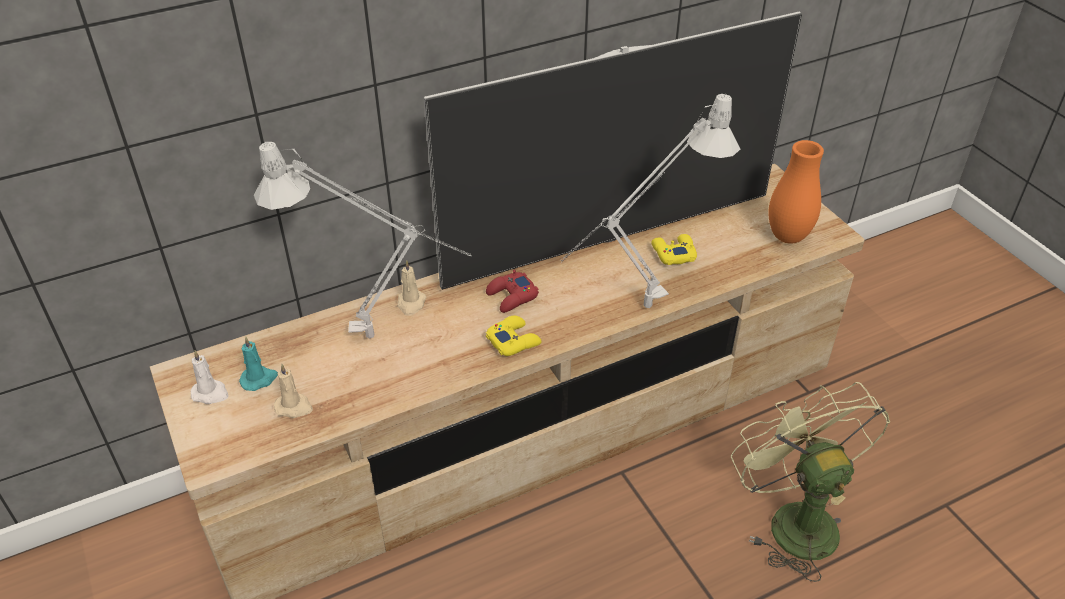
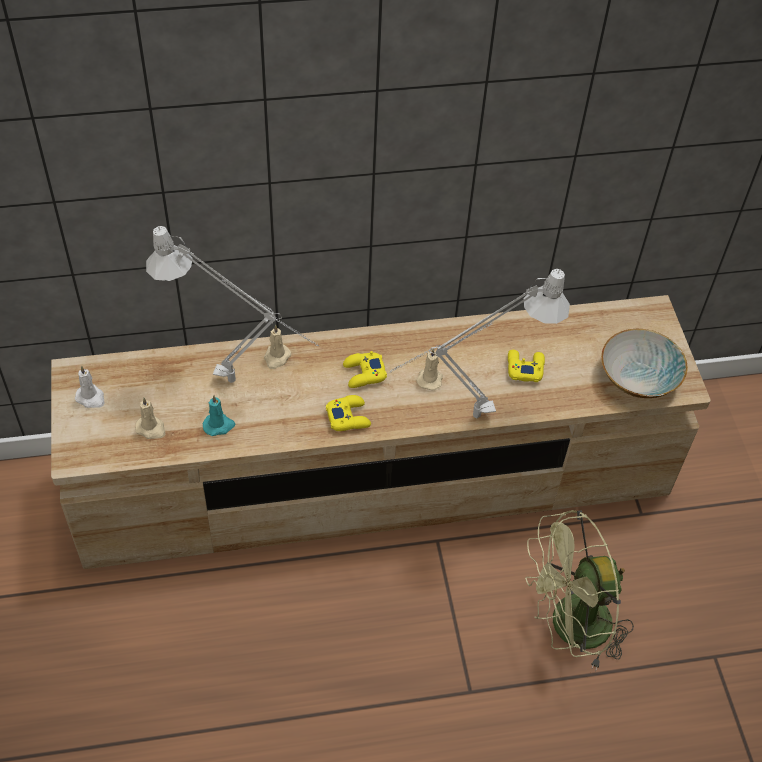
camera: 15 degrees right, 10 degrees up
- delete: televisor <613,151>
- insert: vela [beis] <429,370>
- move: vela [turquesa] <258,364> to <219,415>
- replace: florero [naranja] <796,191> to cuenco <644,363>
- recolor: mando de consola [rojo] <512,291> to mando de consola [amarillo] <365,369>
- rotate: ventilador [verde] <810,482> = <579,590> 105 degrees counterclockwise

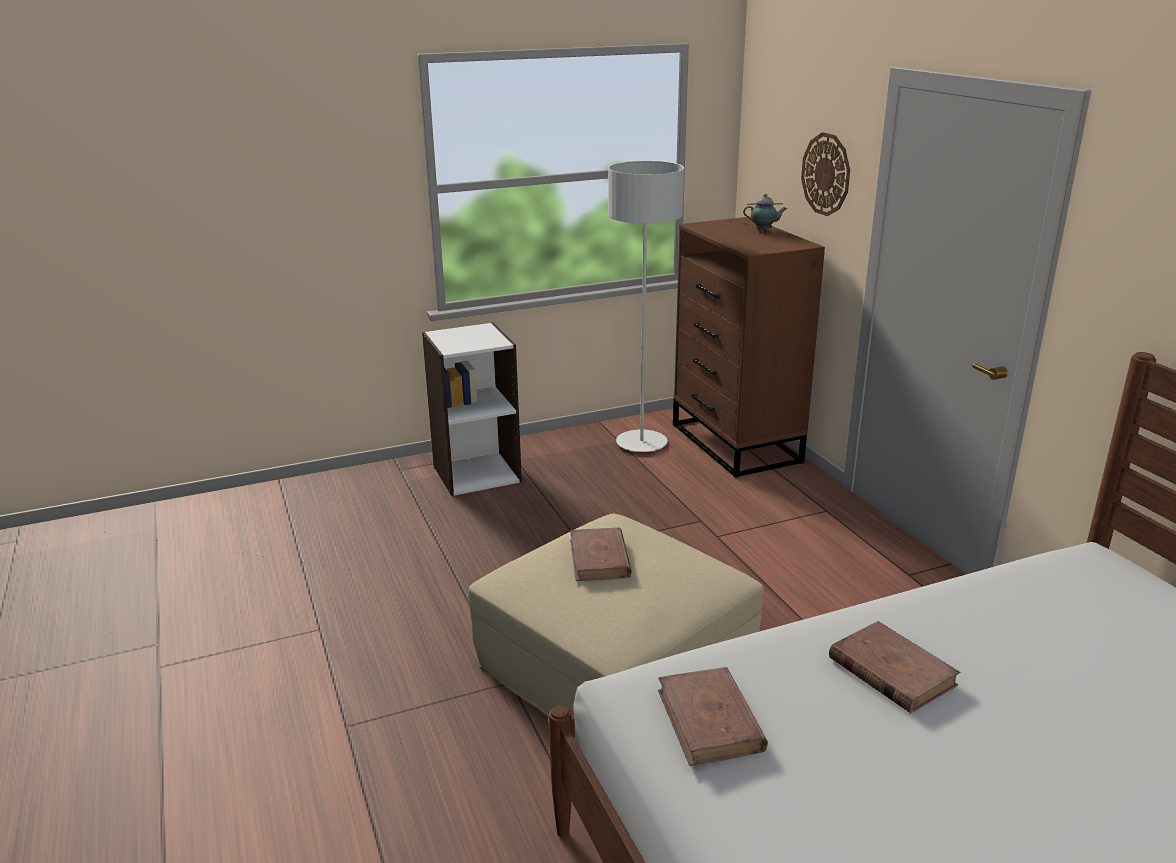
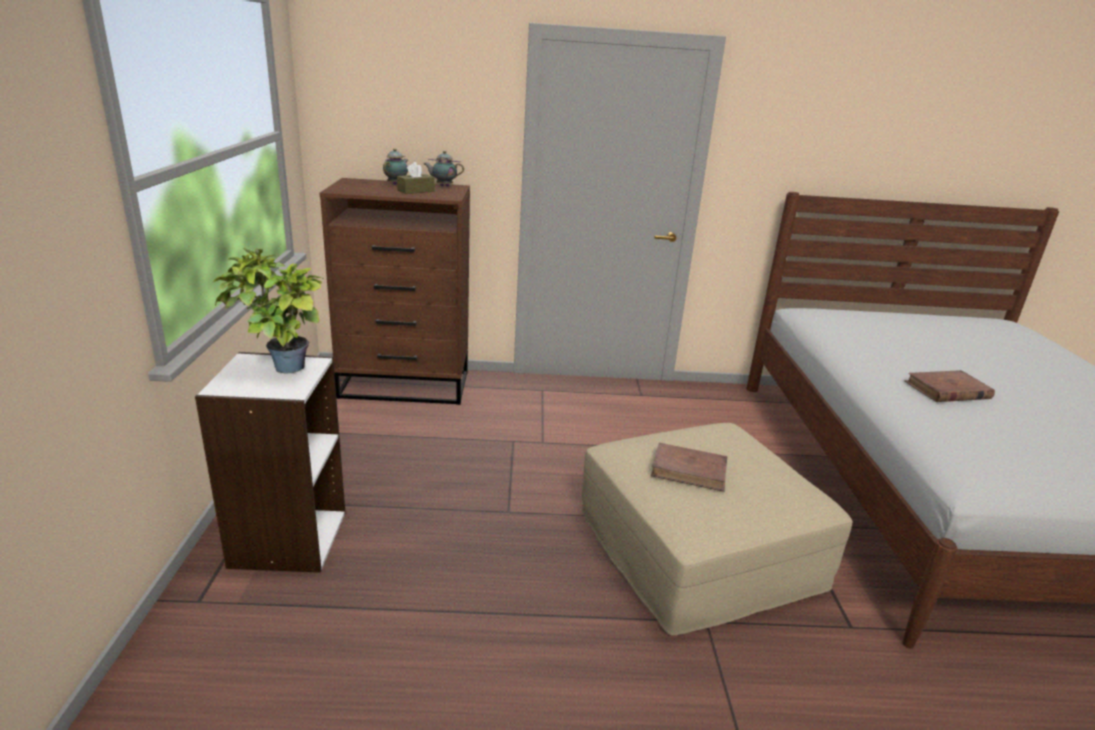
camera: 70 degrees left, 0 degrees up
- delete: lámpara de pie [gris] <646,306>
- delete: libro [marrón] <713,716>
- delete: reloj de pared <825,174>
- insert: planta en maceta <268,311>
- insert: caja de pañuelos [marrón] <416,178>
- insert: tetera <444,169>

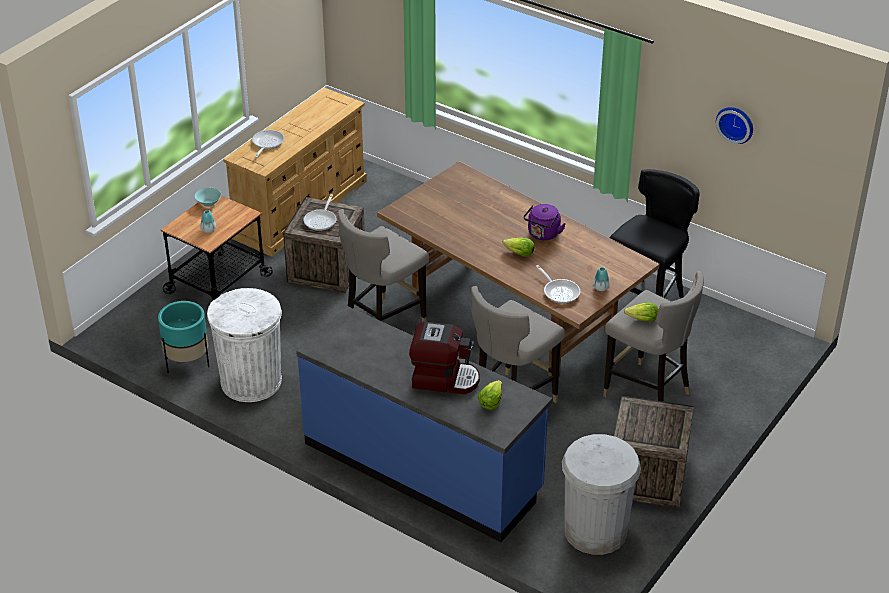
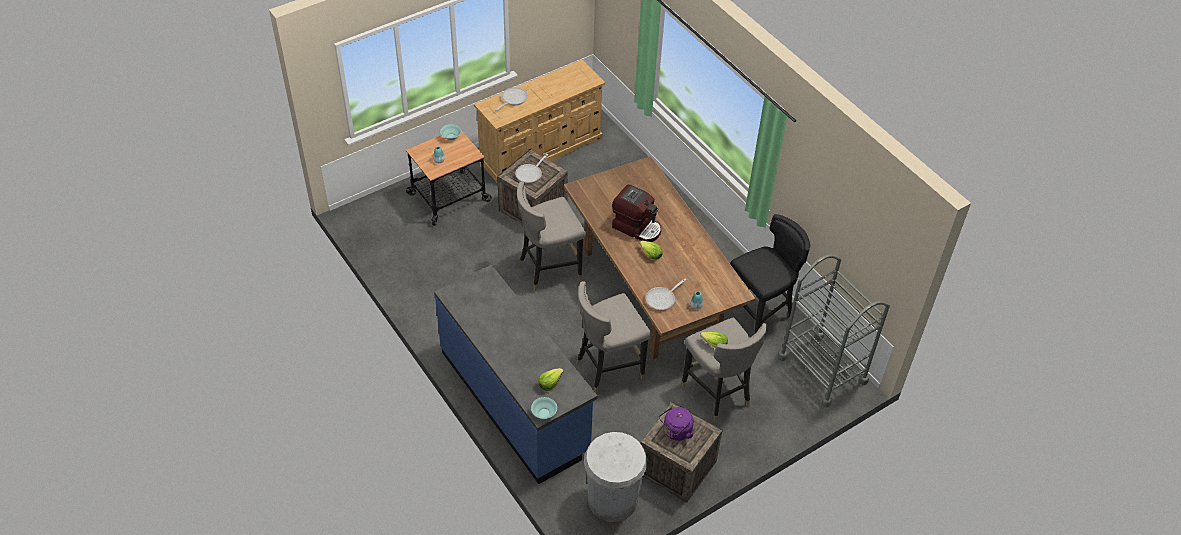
camera: 20 degrees right, 10 degrees up
- delete: maceta [turquesa] <183,337>
- delete: papelera [blanco] <244,345>
- delete: reloj de pared <734,125>
- insert: cuenco [turquesa] <544,408>
- insert: carrito [gris] <833,331>
- move: cafetera <444,358> to <636,213>
- move: hervidor [morado] <544,222> to <676,424>
- rotate: sartén <558,284> = <666,294> 60 degrees clockwise

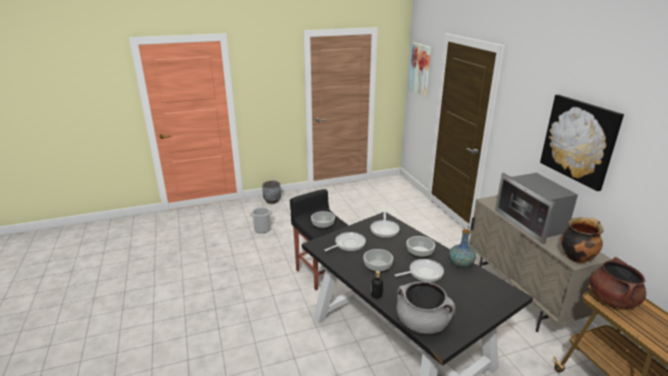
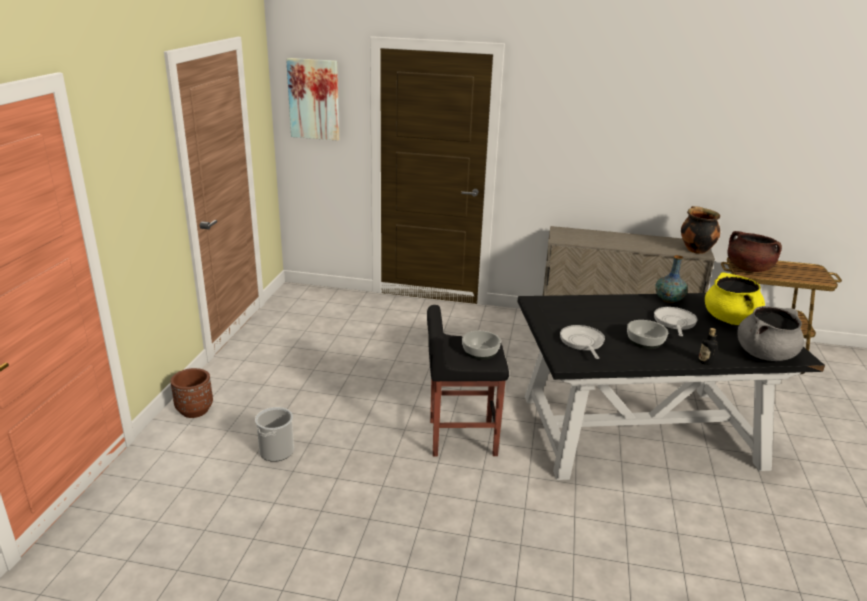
camera: 60 degrees left, 0 degrees up
- delete: sartén <385,225>
- delete: cuenco <421,247>
- delete: microondas <536,208>
- delete: cuadro <582,142>
- insert: olla [amarillo] <735,298>
- recolor: maceta [gris] <271,192> to maceta [marrón] <192,393>

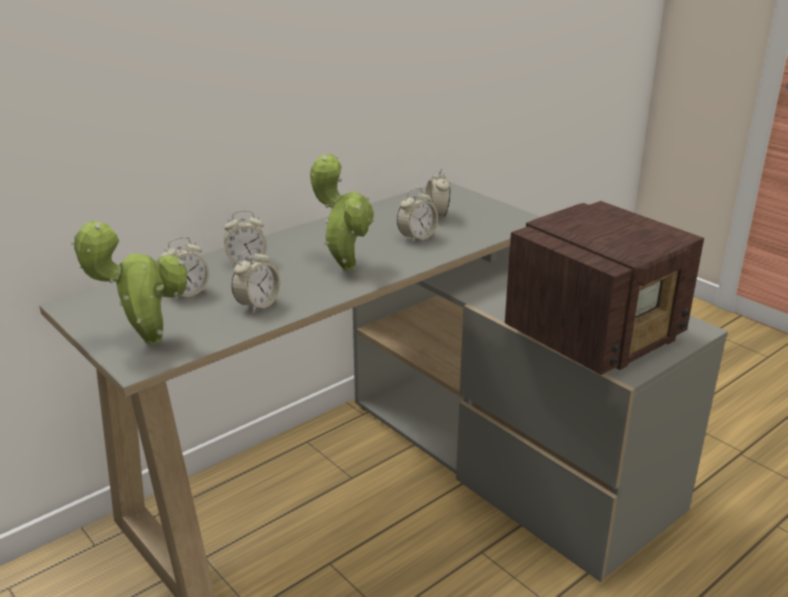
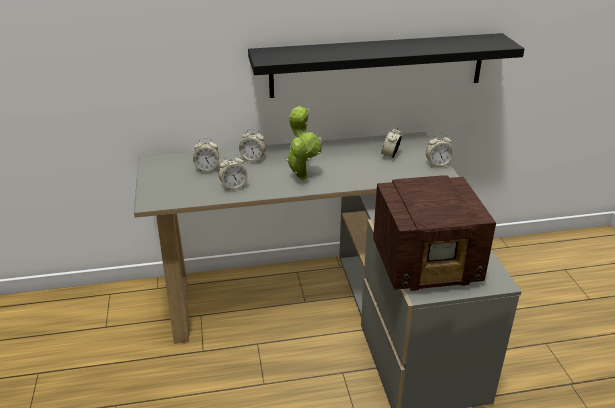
camera: 30 degrees right, 5 degrees up
- delete: planta en maceta <129,283>
- insert: estante [negro] <386,65>
- move: despertador <417,215> to <440,150>

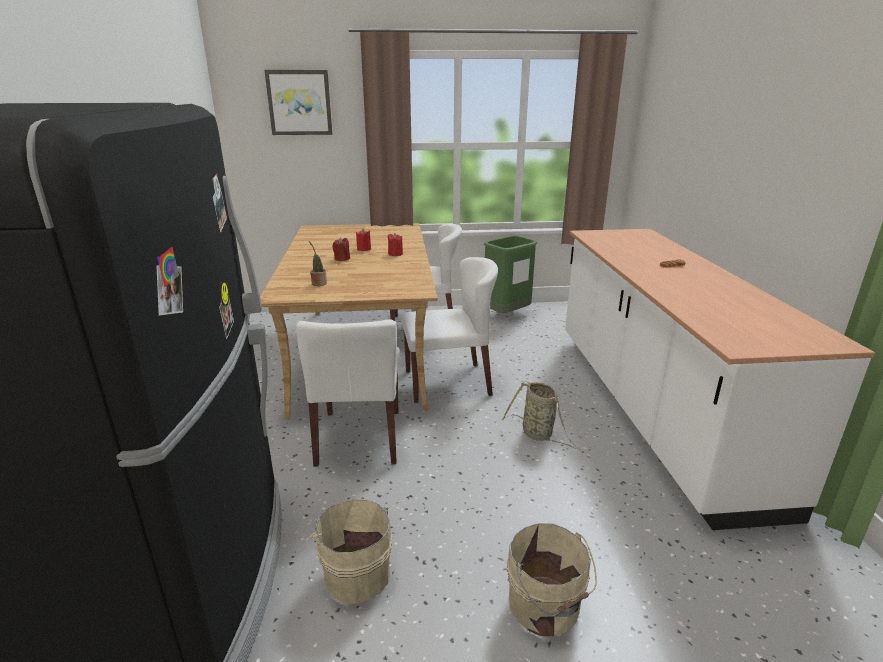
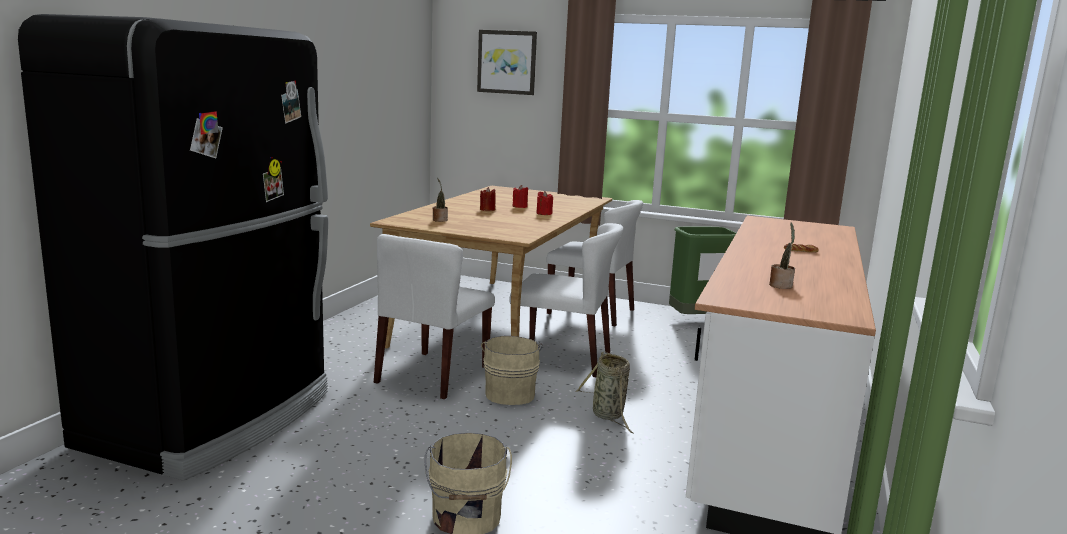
camera: 25 degrees right, 10 degrees down
- insert: planta en maceta <782,256>
- move: cubo [beis] <351,551> to <512,370>

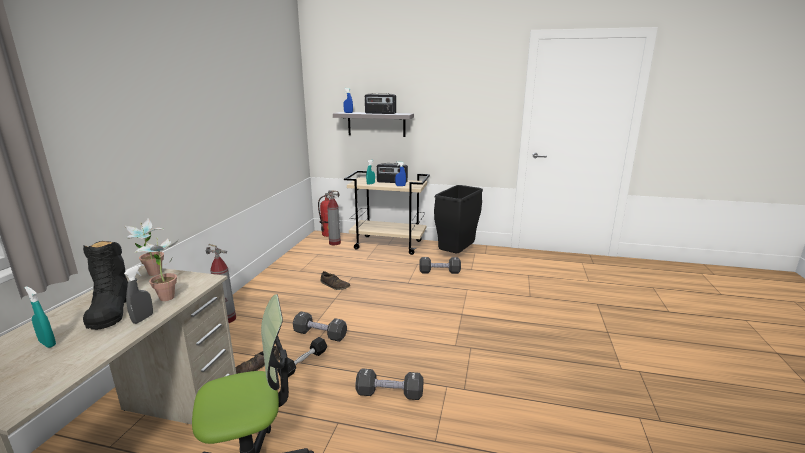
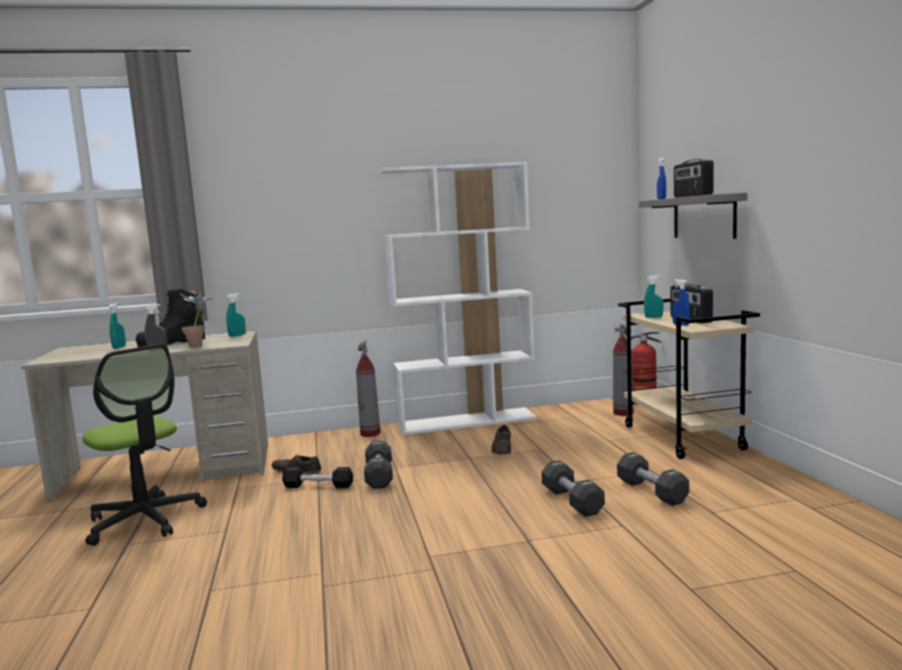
camera: 65 degrees right, 10 degrees down
- delete: papelera [negro] <458,219>
- insert: estantería [blanco] <458,298>
- move: mancuerna [negro] <389,384> to <573,488>
- replace: planta en maceta <144,247> to pulverizador [turquesa] <236,315>

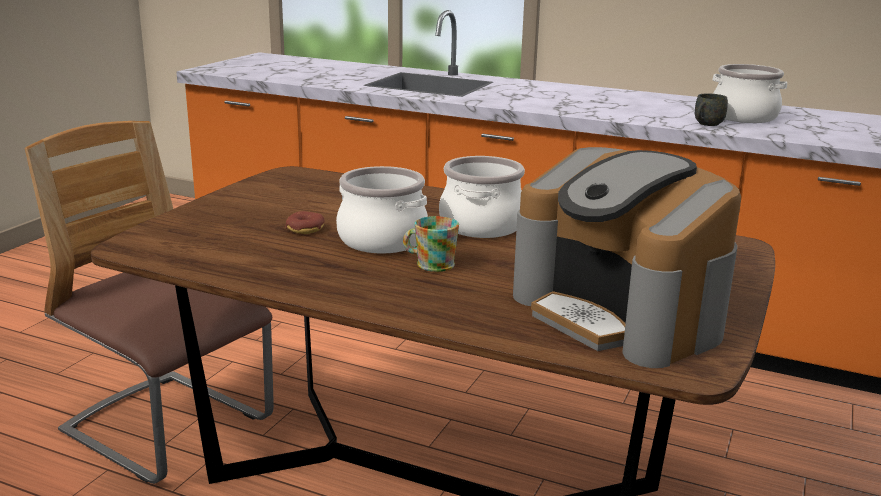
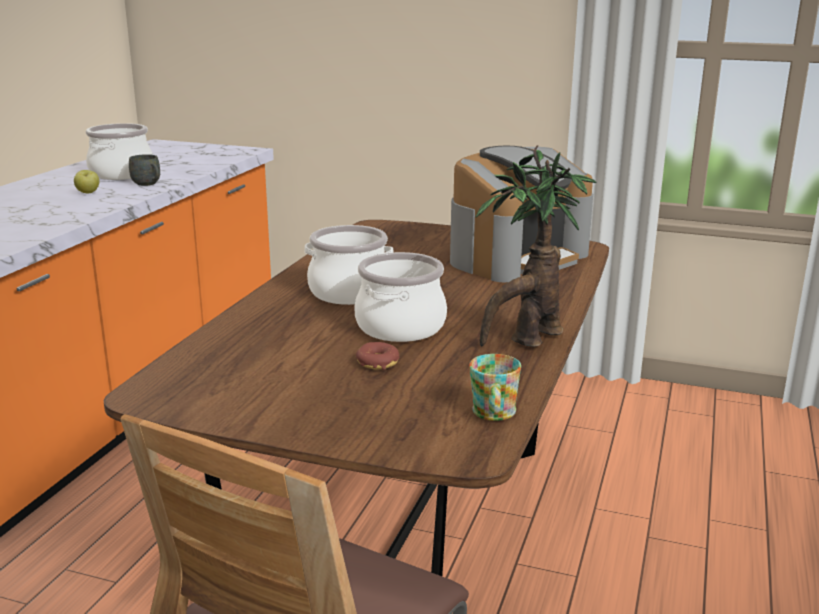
camera: 95 degrees left, 0 degrees up
- insert: manzana <86,181>
- insert: planta en maceta <536,246>
- move: taza grande <431,244> to <495,387>

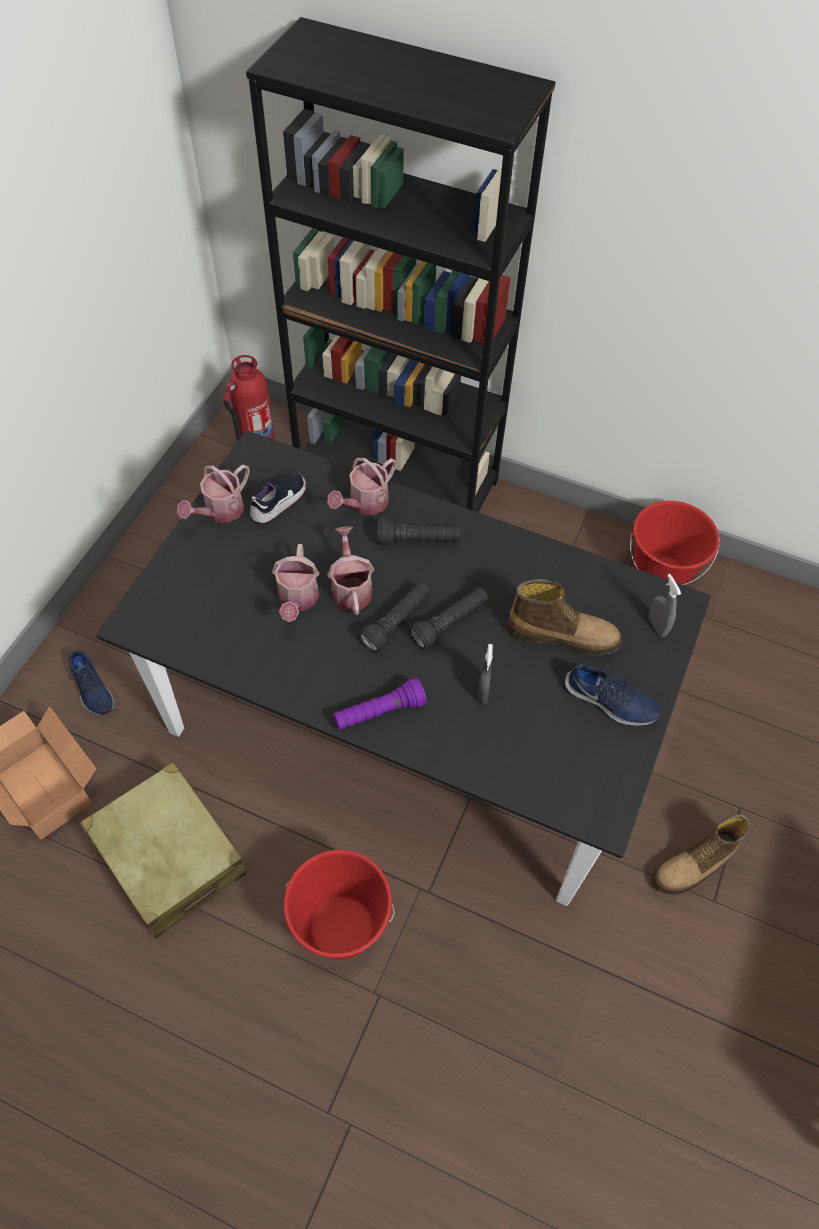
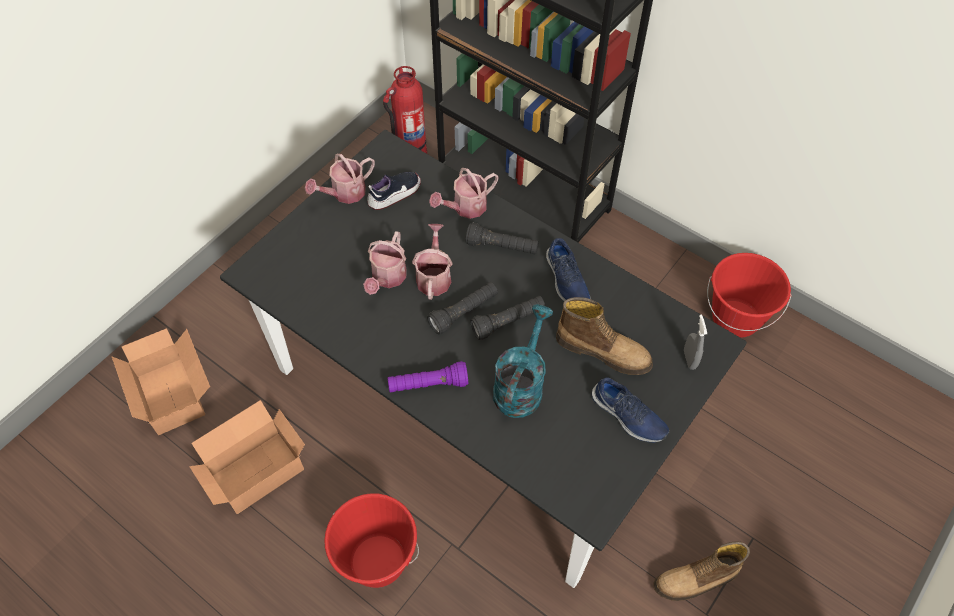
camera: 15 degrees right, 0 degrees up
- move: zapato [azul] <91,683> to <568,270>
- replace: maleta [beis] <163,850> to caja de cartón <247,457>
- replace: pulverizador [gris] <485,674> to regadera [turquesa] <523,361>

